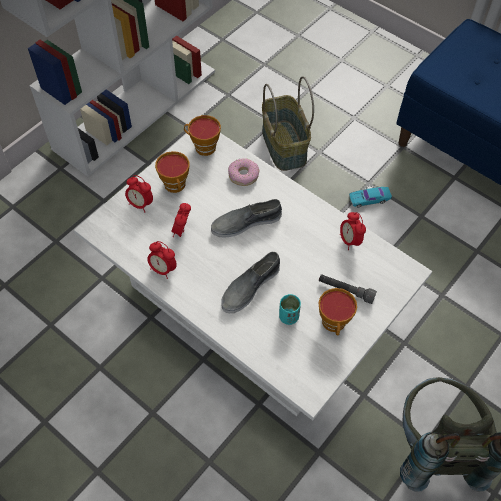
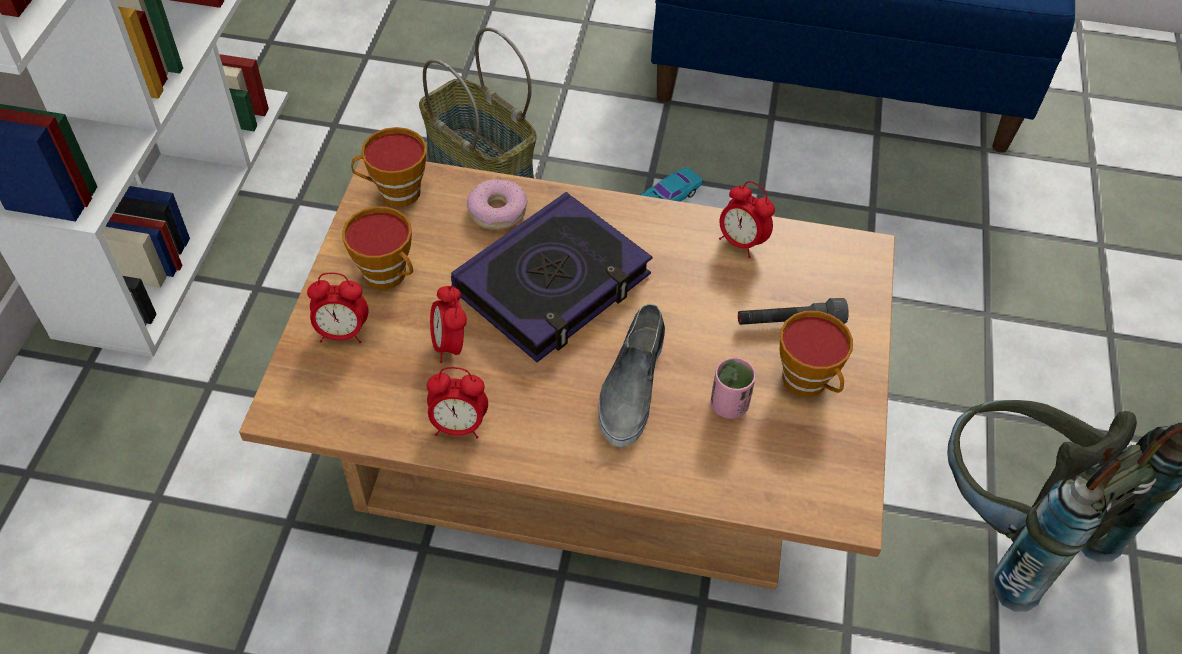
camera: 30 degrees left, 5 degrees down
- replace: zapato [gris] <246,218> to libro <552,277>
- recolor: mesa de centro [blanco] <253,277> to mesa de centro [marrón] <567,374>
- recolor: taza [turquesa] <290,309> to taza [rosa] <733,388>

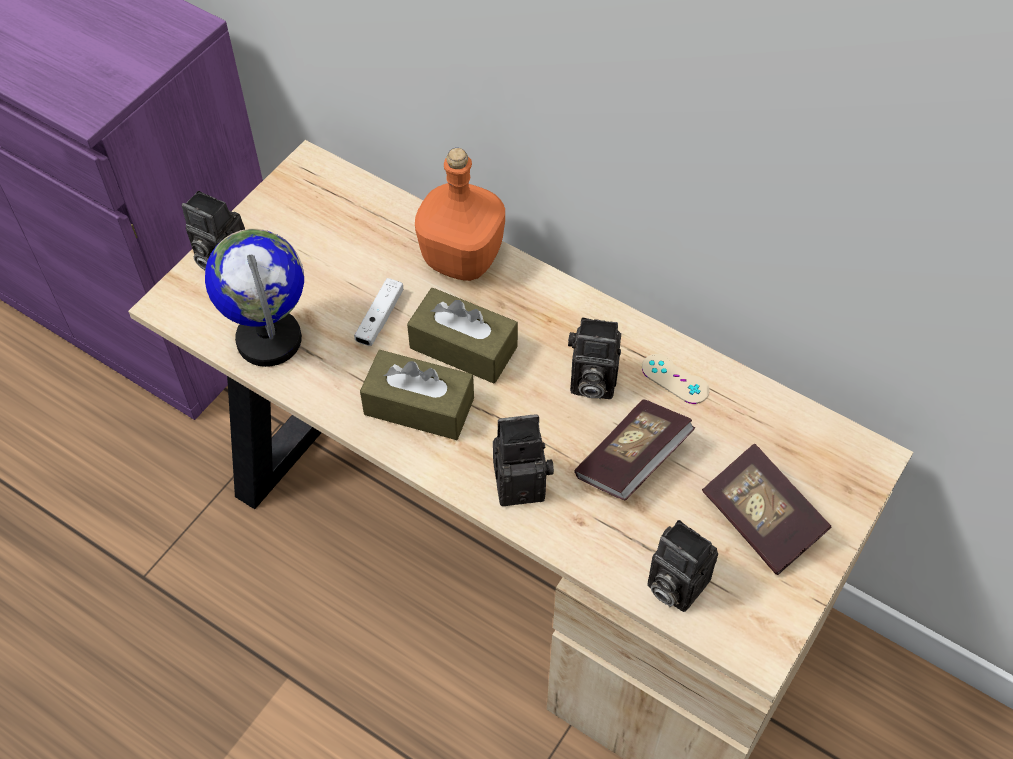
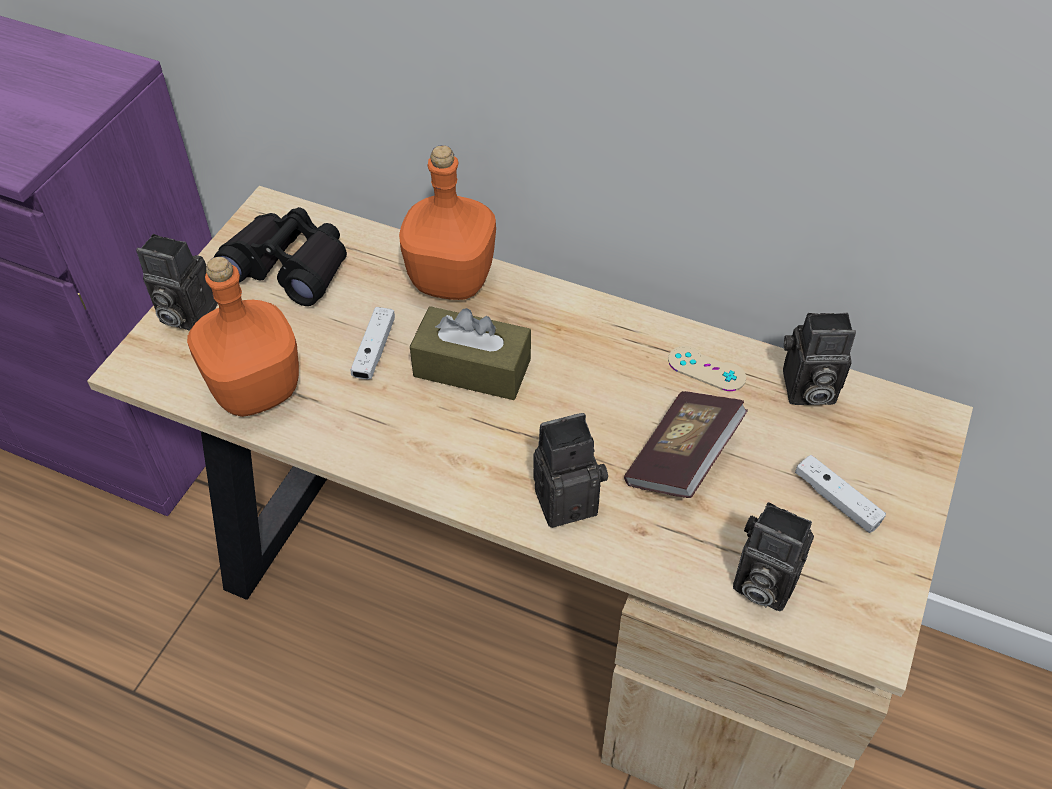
camera: 10 degrees left, 5 degrees down
- delete: caja de pañuelos [marrón] <417,395>
- insert: prismáticos [negro] <280,256>
- move: cámara <594,358> to <819,359>
- replace: globo terráqueo <254,298> to botella [naranja] <243,337>
- replace: libro <766,509> to mando de consola [blanco] <840,494>

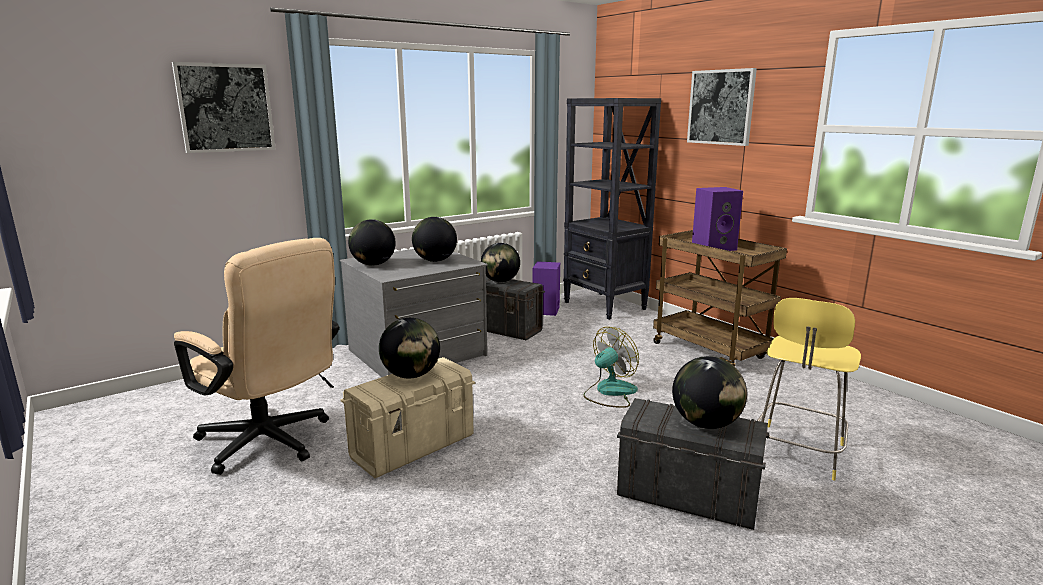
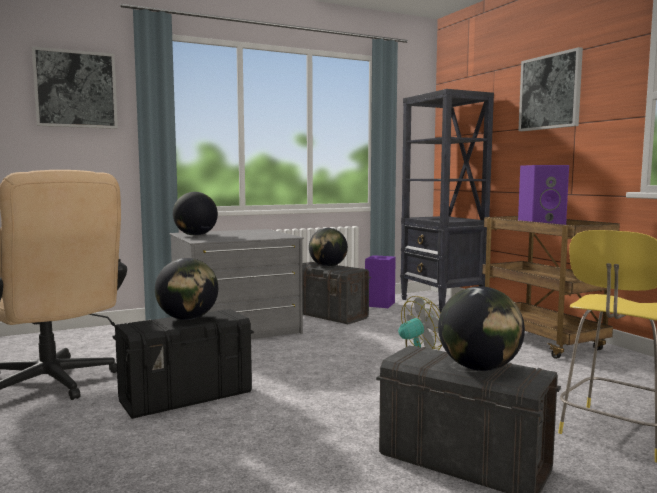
camera: 10 degrees right, 10 degrees down
- delete: globo terráqueo <434,239>
- recolor: caja de almacenaje [beis] <407,417> to caja de almacenaje [negro] <183,364>

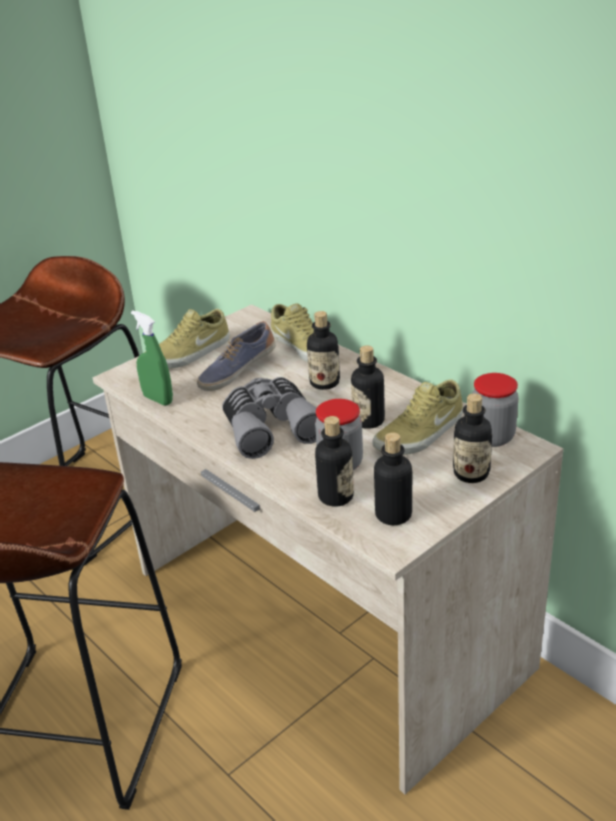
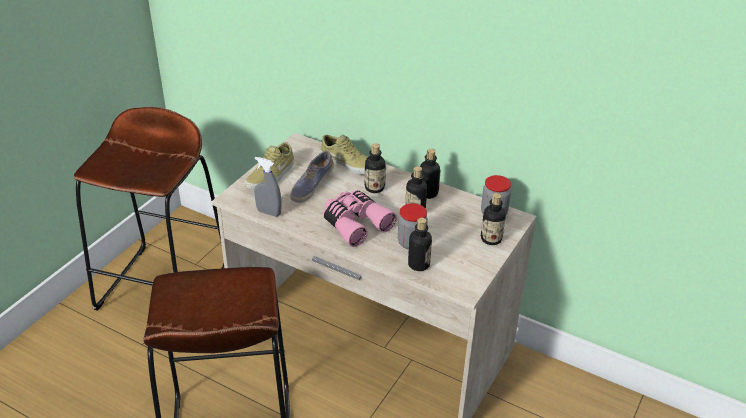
camera: 20 degrees left, 5 degrees up
- delete: zapato [beis] <418,417>
- move: botella <393,478> to <430,174>
- recolor: pulverizador [verde] <152,358> to pulverizador [gris] <268,187>
- recolor: prismáticos [gris] <269,418> to prismáticos [rosa] <360,218>

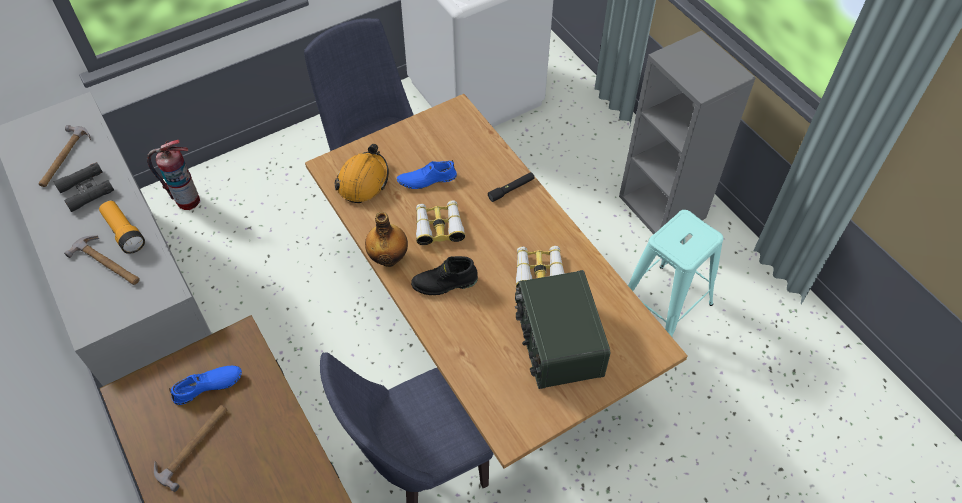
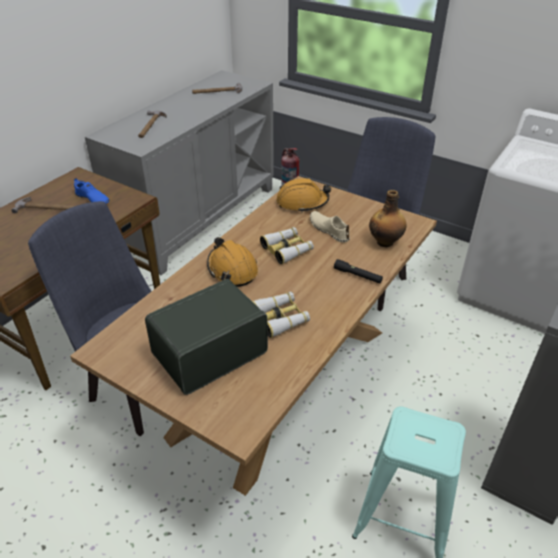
camera: 65 degrees right, 15 degrees down
- delete: prismáticos [negro] <83,187>
- delete: linterna <122,227>
- move: botella <386,239> to <387,218>
- replace: bota [negro] <444,275> to casco [naranja] <232,262>
- recolor: zapato [azul] <427,174> to zapato [beis] <330,227>

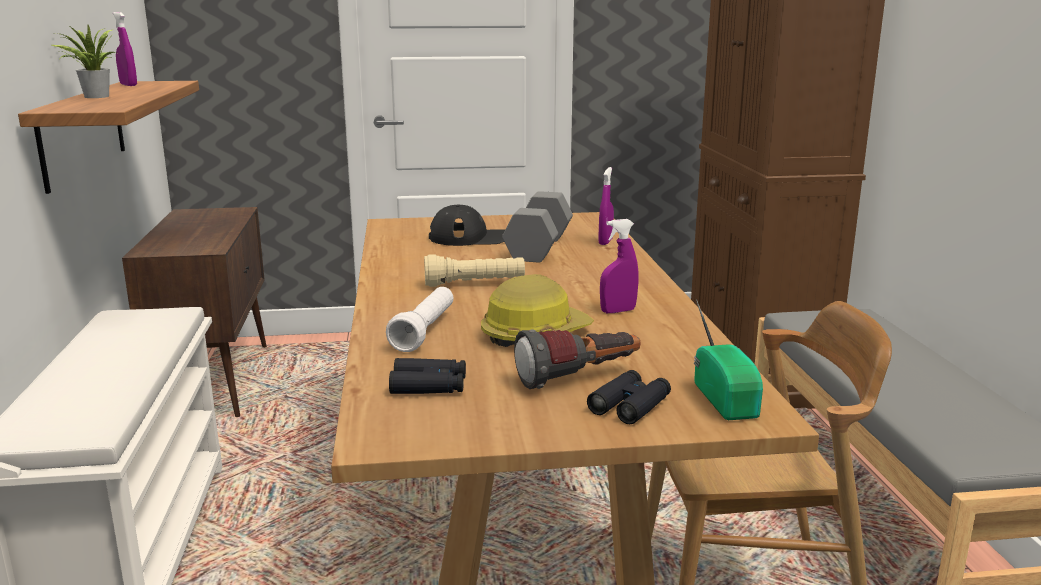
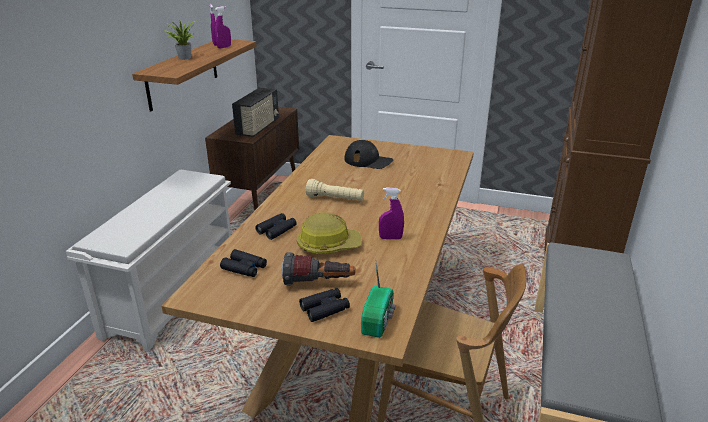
camera: 25 degrees right, 10 degrees up
- delete: mancuerna [gris] <537,227>
- insert: radio <255,112>
- move: pulverizador [morado] <606,206> to <223,27>
- replace: linterna [blanco] <420,319> to prismáticos [negro] <276,226>

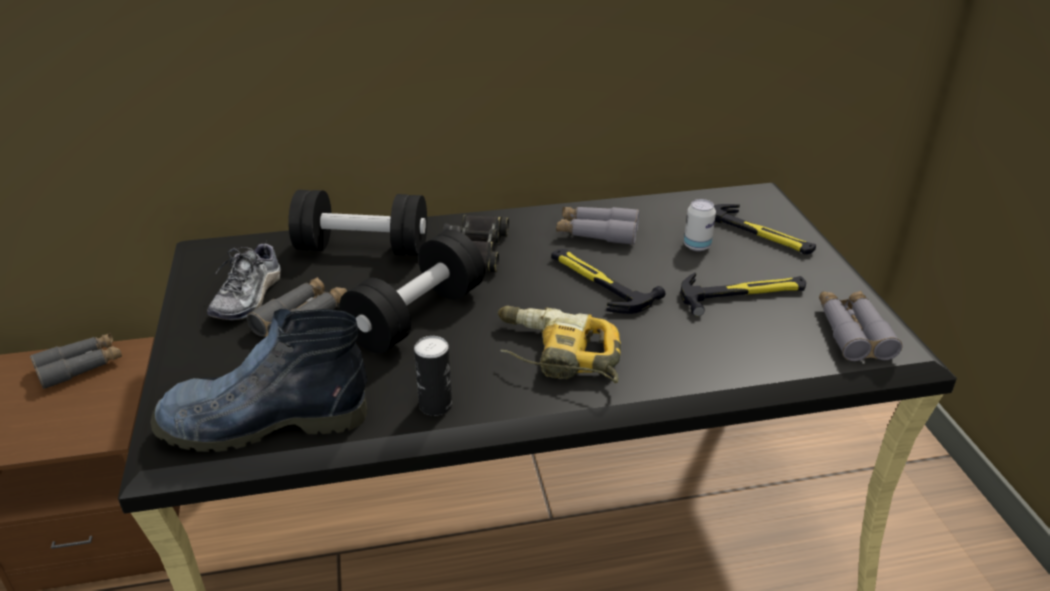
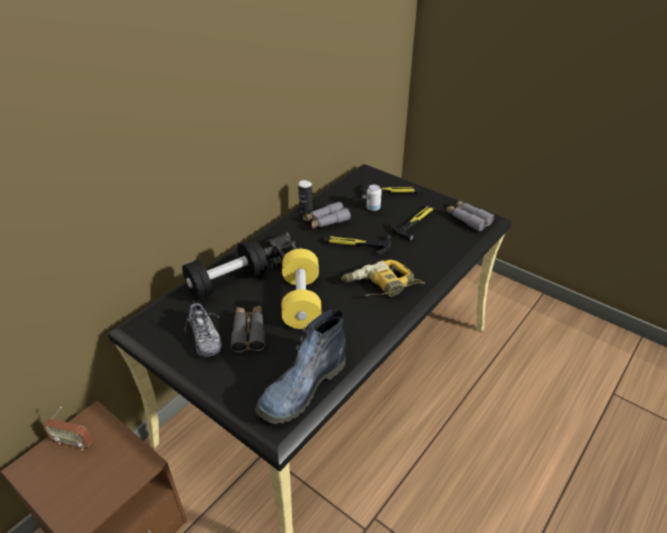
camera: 40 degrees left, 5 degrees up
- move: lata <433,376> to <305,196>
- replace: prismáticos [gris] <76,361> to radio <67,428>
- recolor: mancuerna [negro] <412,292> to mancuerna [amarillo] <302,289>

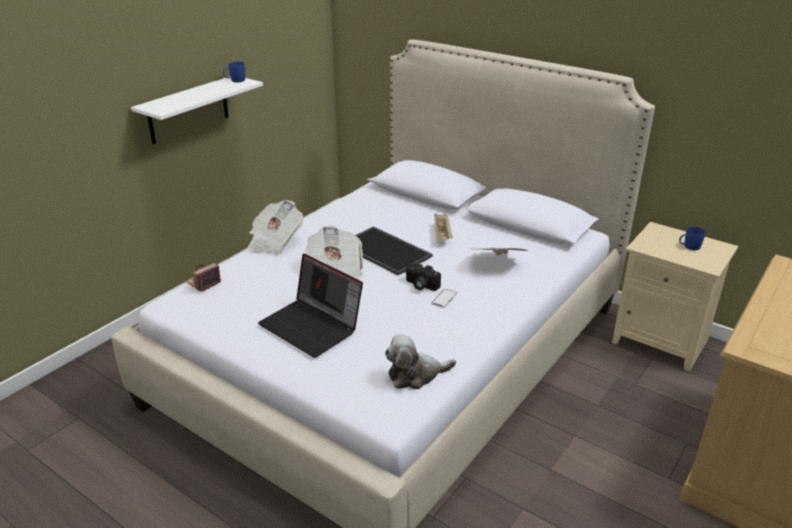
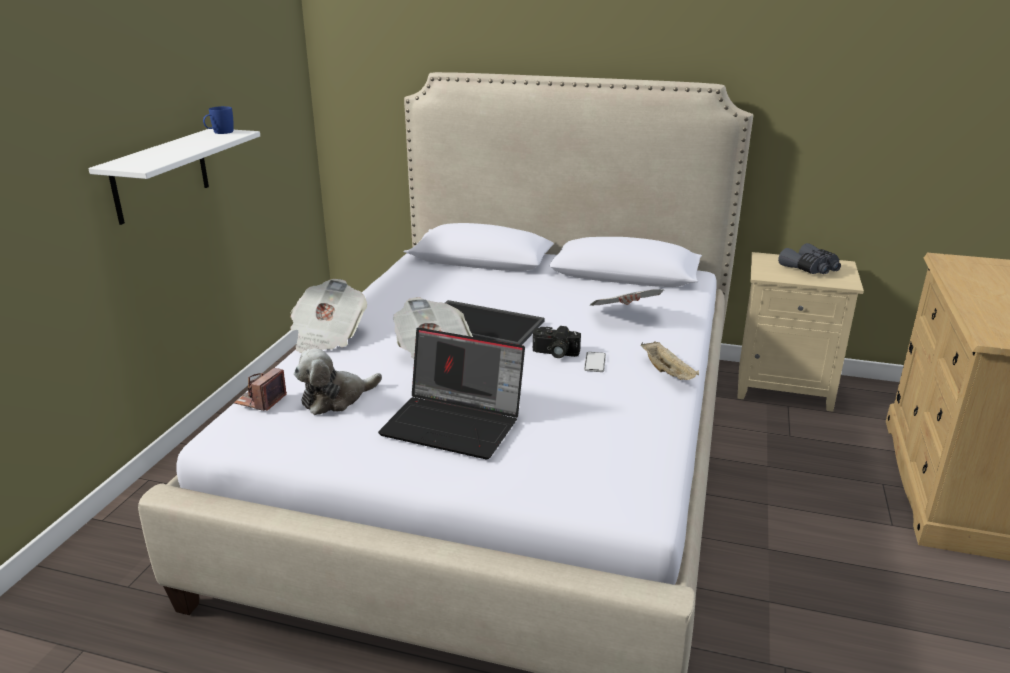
camera: 20 degrees left, 5 degrees down
- move: peluche <420,361> to <338,381>
- move: bandeja [beis] <443,227> to <669,360>
- replace: taza grande [azul] <692,238> to prismáticos [gris] <809,258>

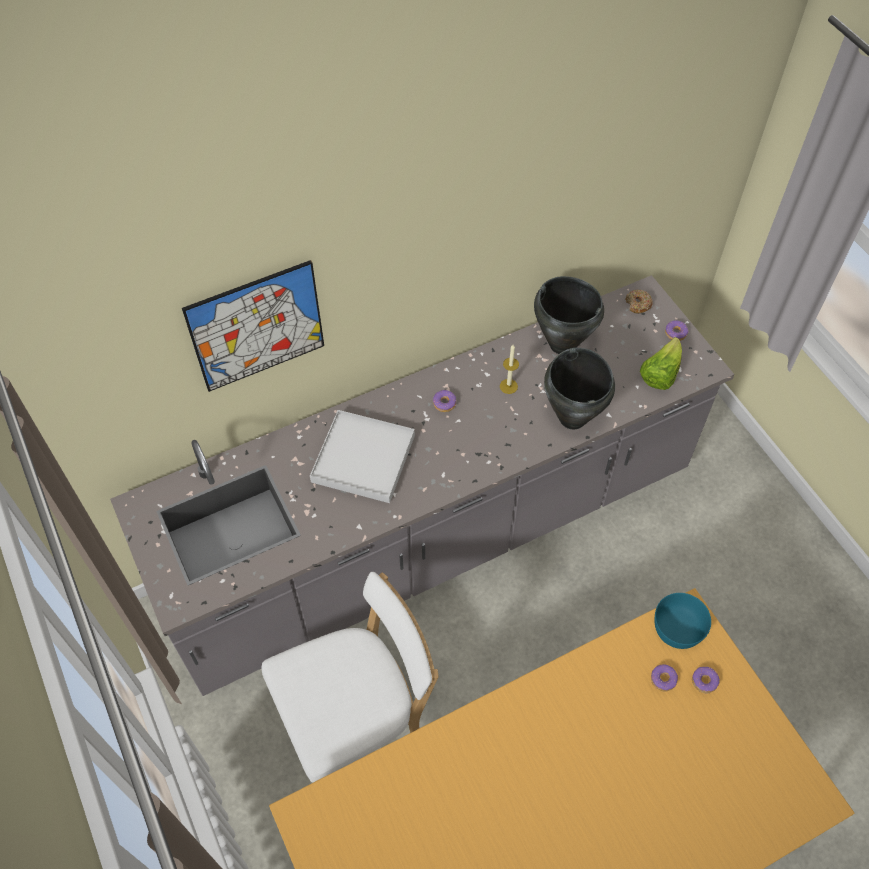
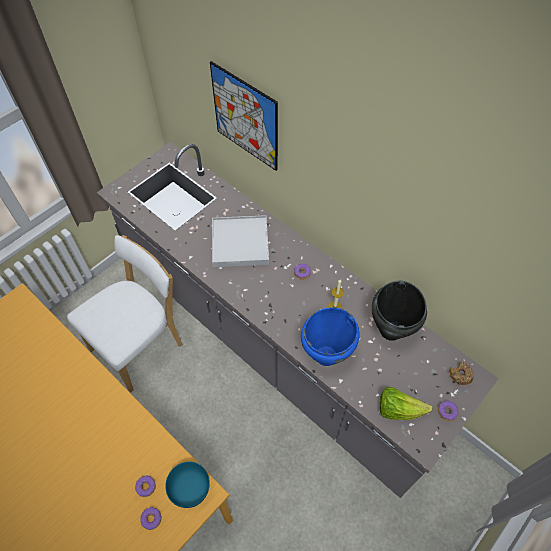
camera: 70 degrees right, 0 degrees up
- recolor: olla [negro] <579,388> to olla [azul] <330,336>
- rotate: silla [blanco] <350,677> = <125,314> 90 degrees counterclockwise

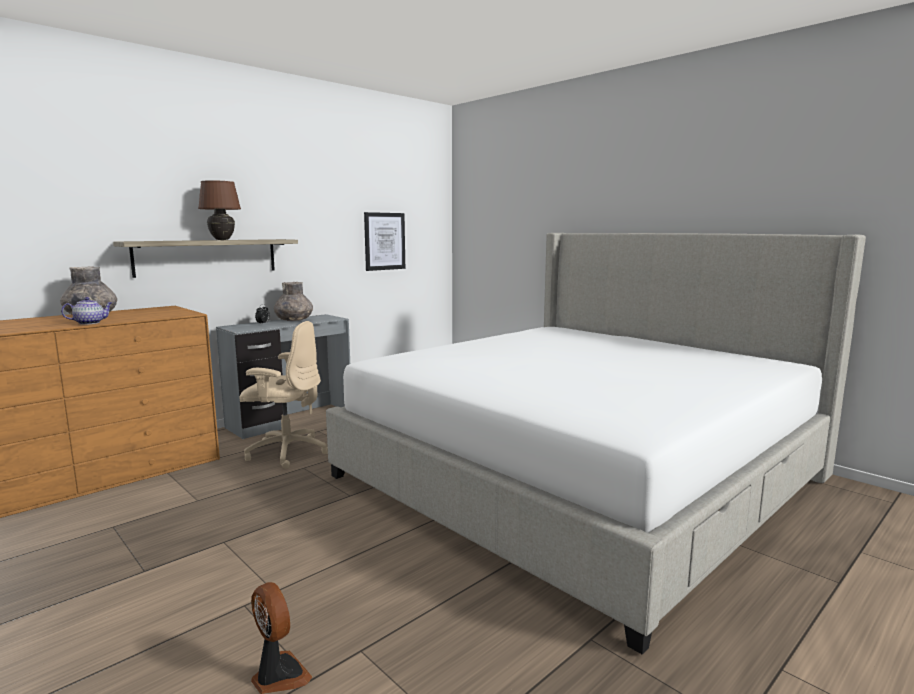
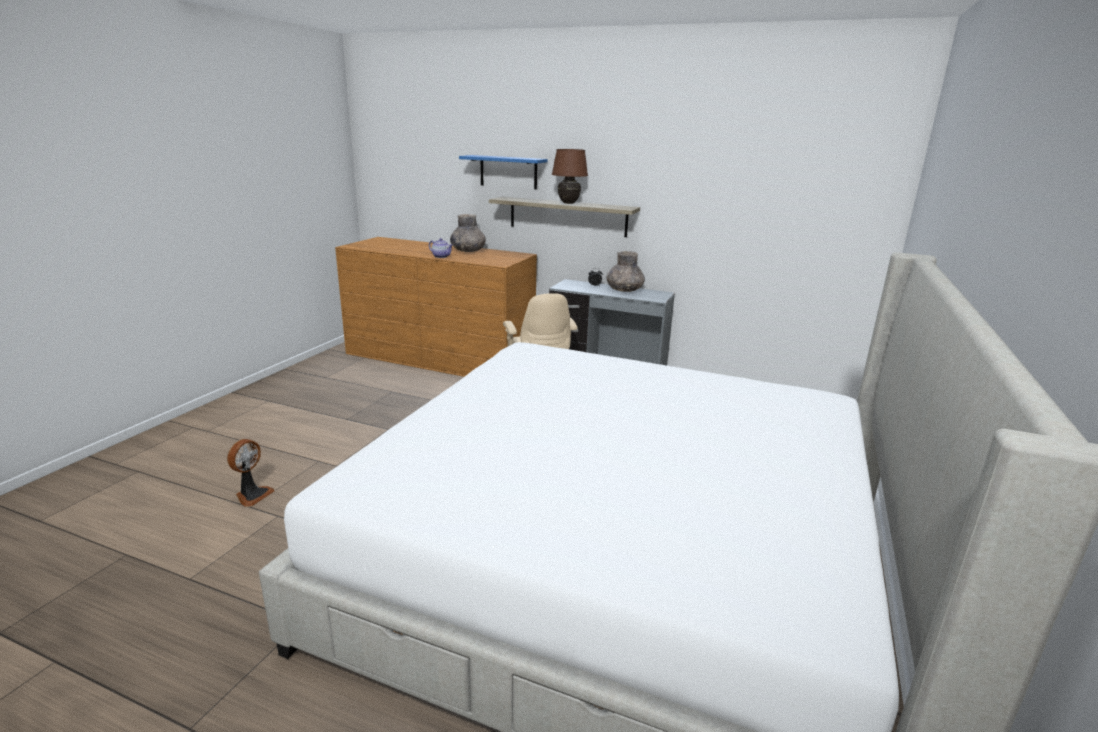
camera: 65 degrees right, 10 degrees up
- delete: cuadro <384,241>
- insert: estante [azul] <503,172>

